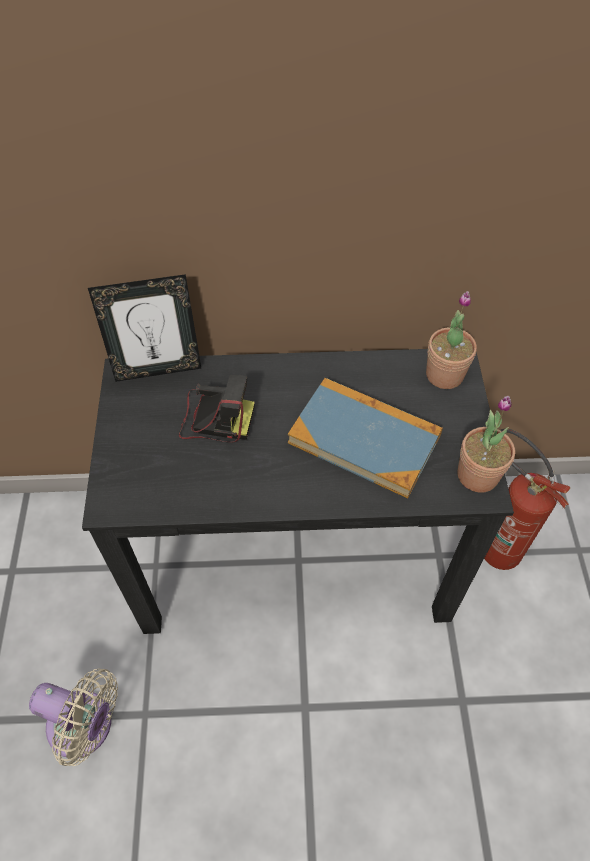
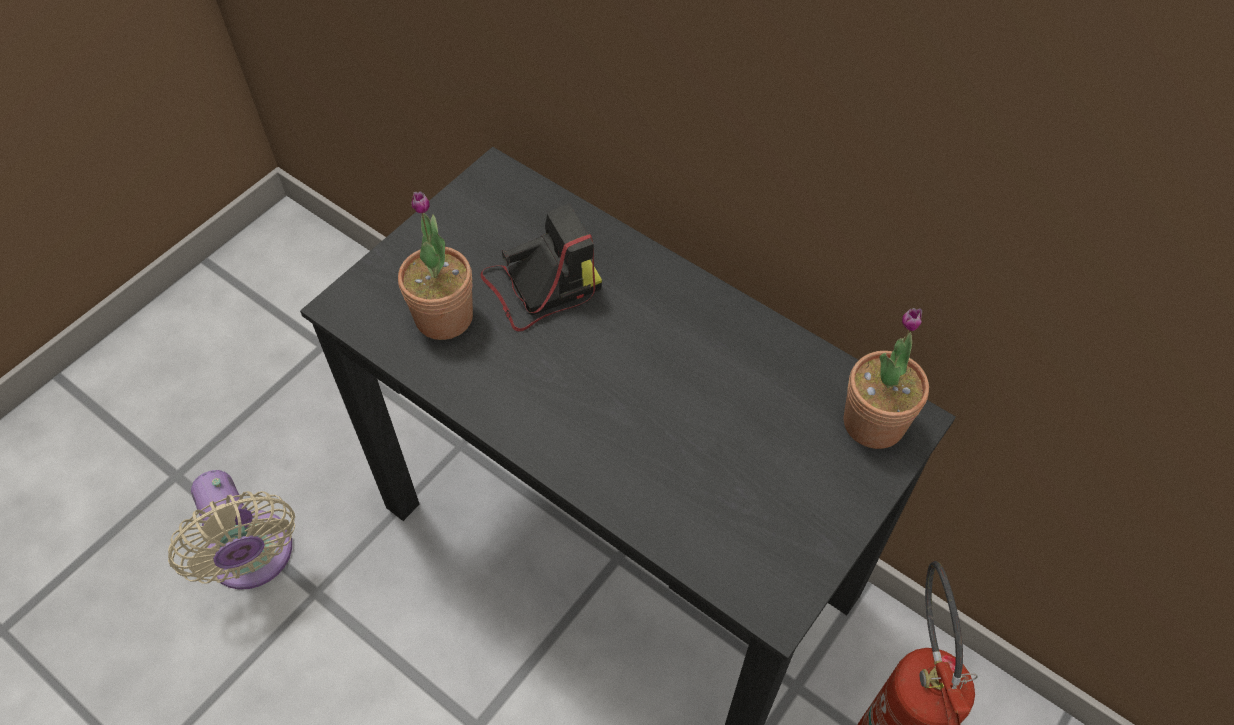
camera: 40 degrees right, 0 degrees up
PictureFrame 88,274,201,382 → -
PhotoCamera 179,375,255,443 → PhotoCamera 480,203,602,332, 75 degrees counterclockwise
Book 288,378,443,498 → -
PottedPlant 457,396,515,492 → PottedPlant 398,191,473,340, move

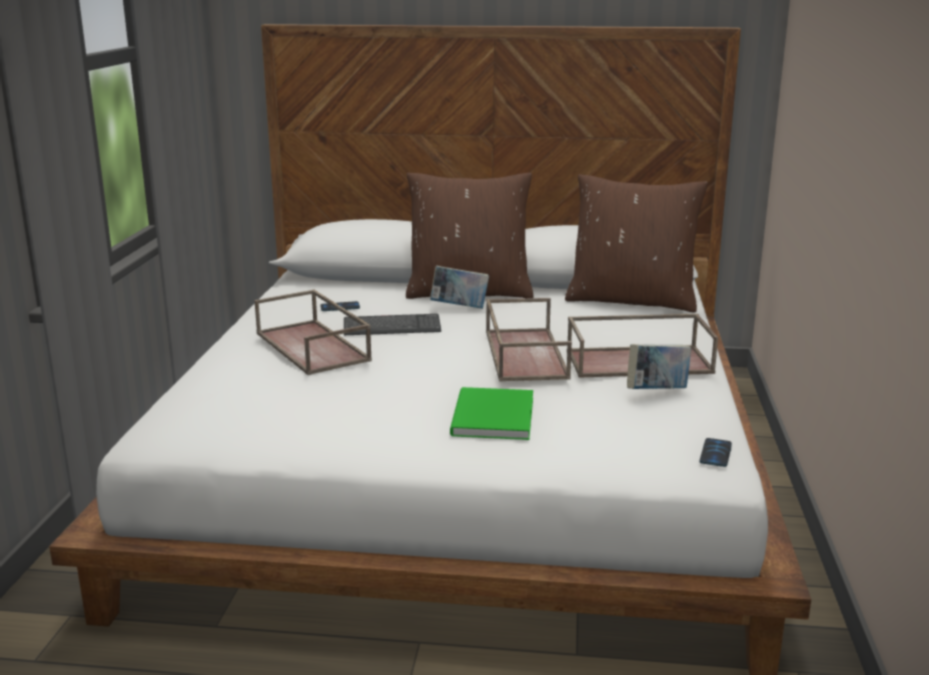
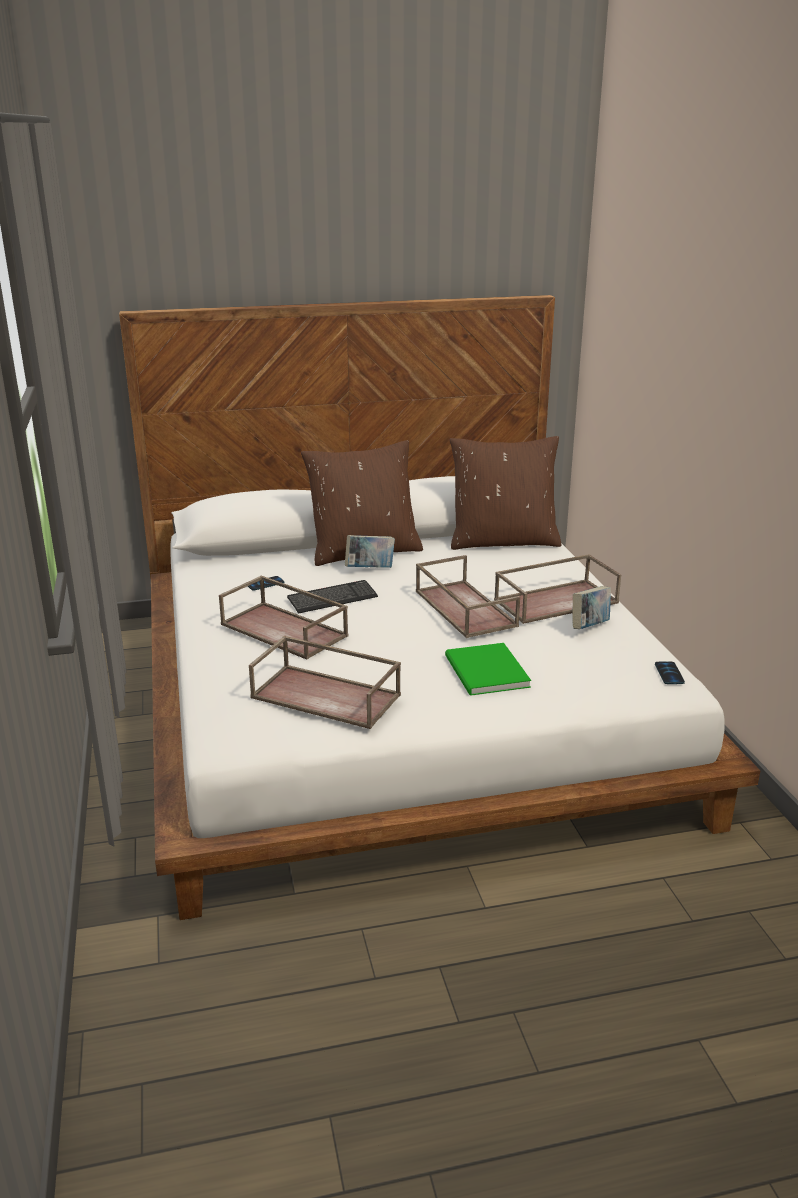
camera: 20 degrees left, 5 degrees up
- → BrownTray 249,636,401,729

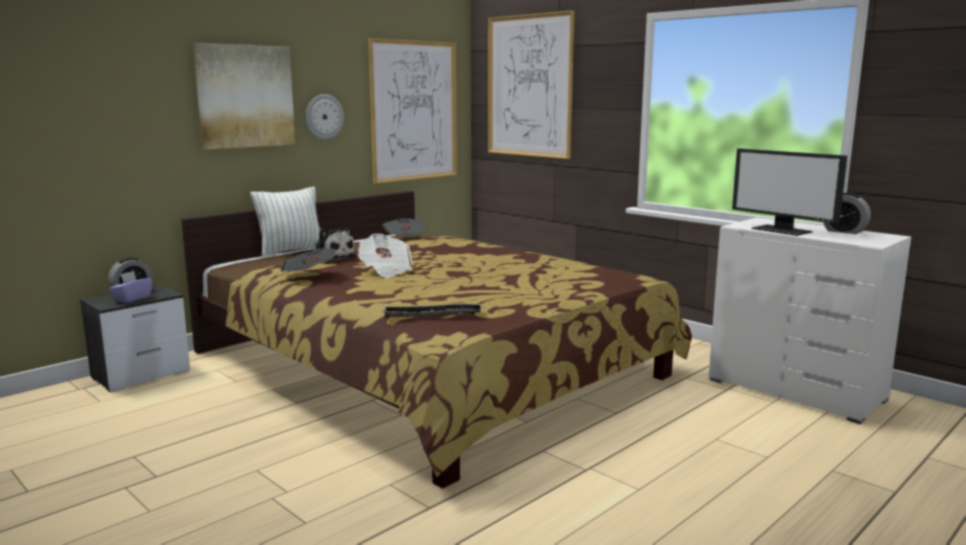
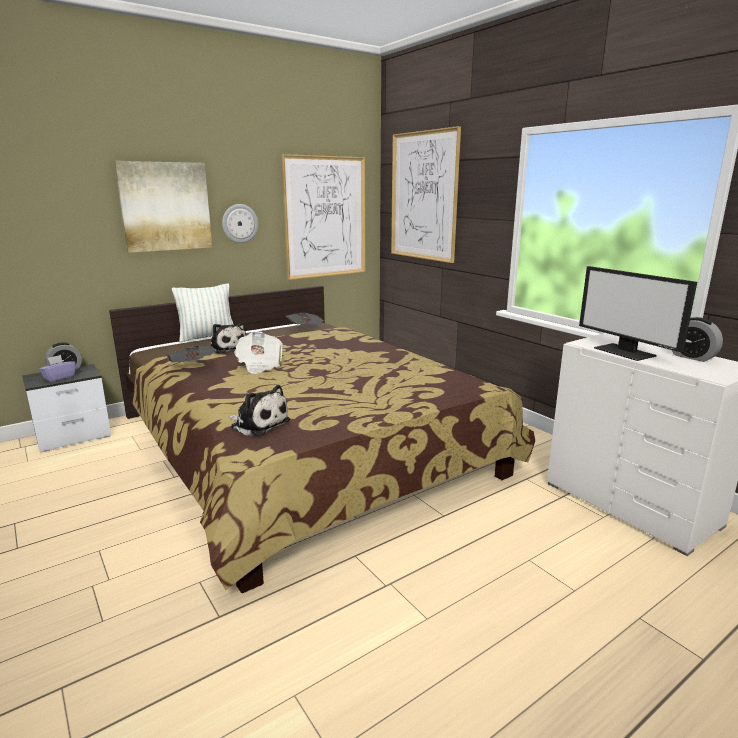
camera: 10 degrees right, 5 degrees up
Tray 382,303,482,318 → PlushToy 228,385,290,436

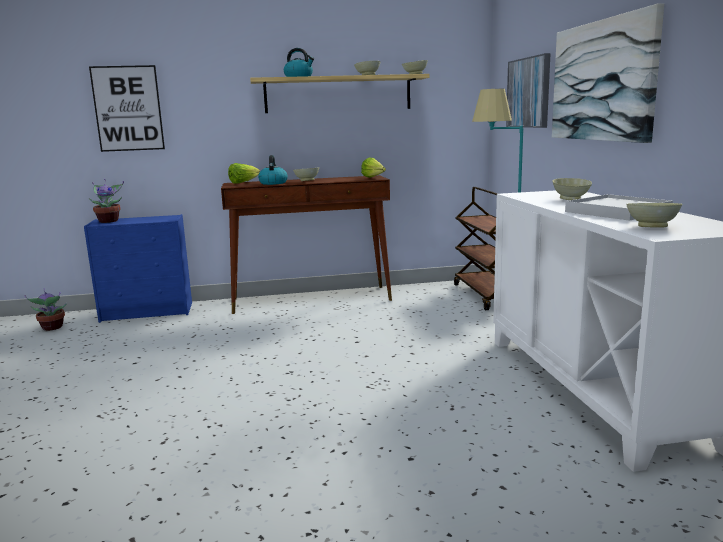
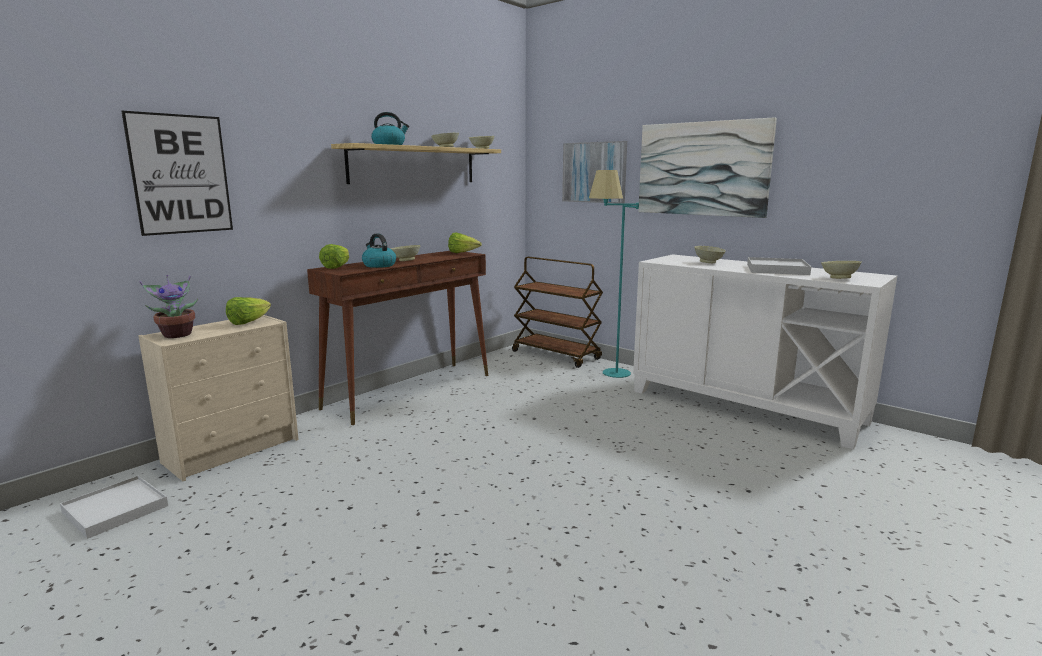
camera: 40 degrees left, 0 degrees up
BlueDresser 84,214,192,323 → BeigeDresser 138,315,299,481
PottedPlant 24,288,67,331 → WhiteTray 60,476,168,539
- → Lettuce 226,297,271,325

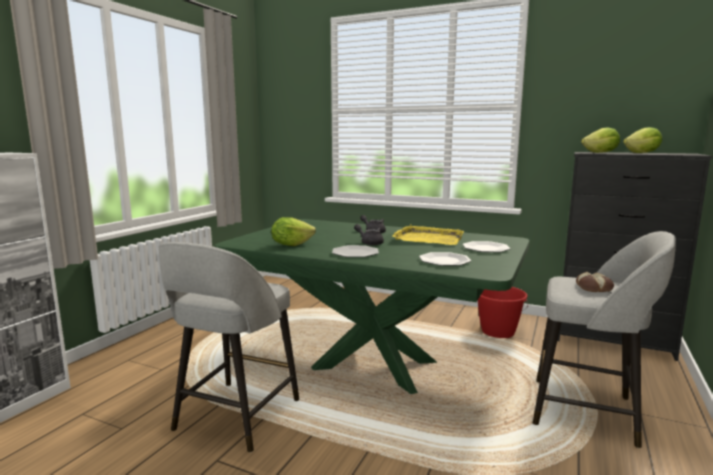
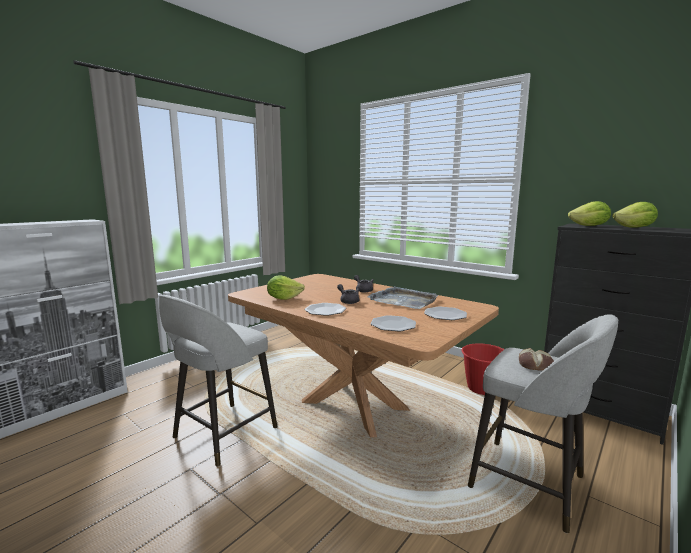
camera: 15 degrees right, 0 degrees up
GreenDiningTable 215,219,529,394 → BrownDiningTable 228,274,499,437
YellowTray 393,225,464,245 → GreyTray 368,286,438,309

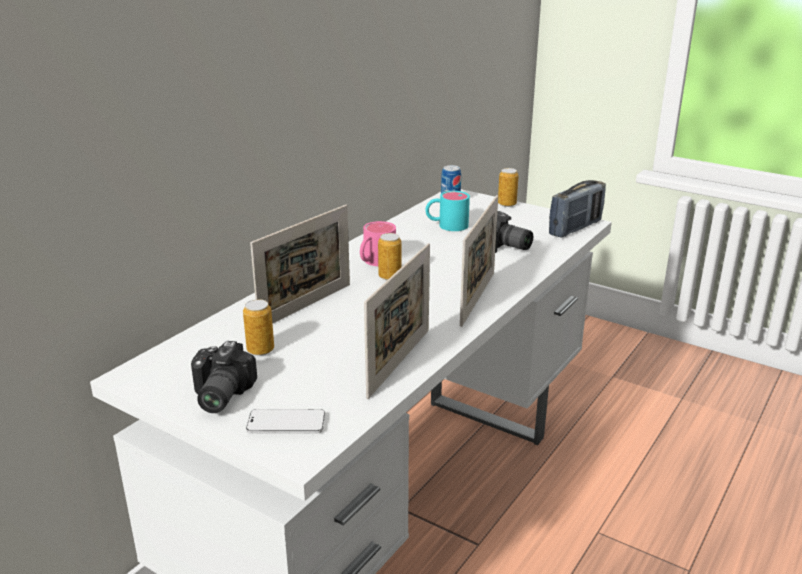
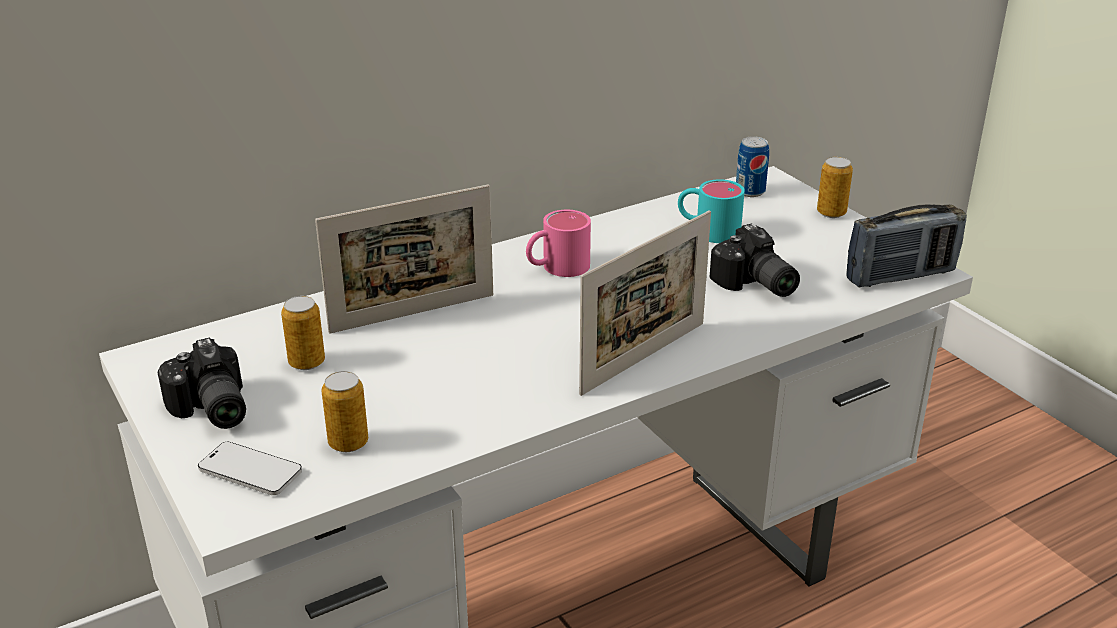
camera: 25 degrees right, 5 degrees up
Can 378,233,402,280 → Can 321,371,368,452, move
PictureFrame 364,243,430,399 → -
PhotoCamera 191,341,257,413 → PhotoCamera 158,338,246,429, 60 degrees counterclockwise

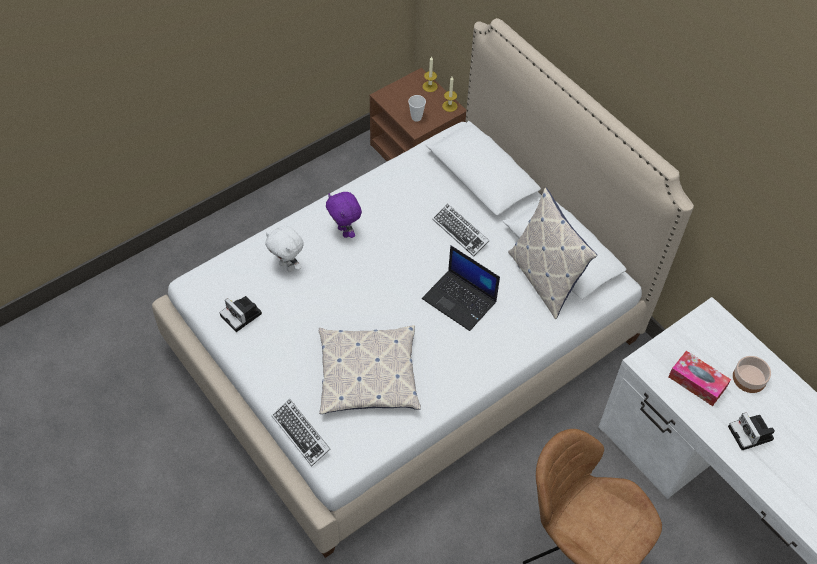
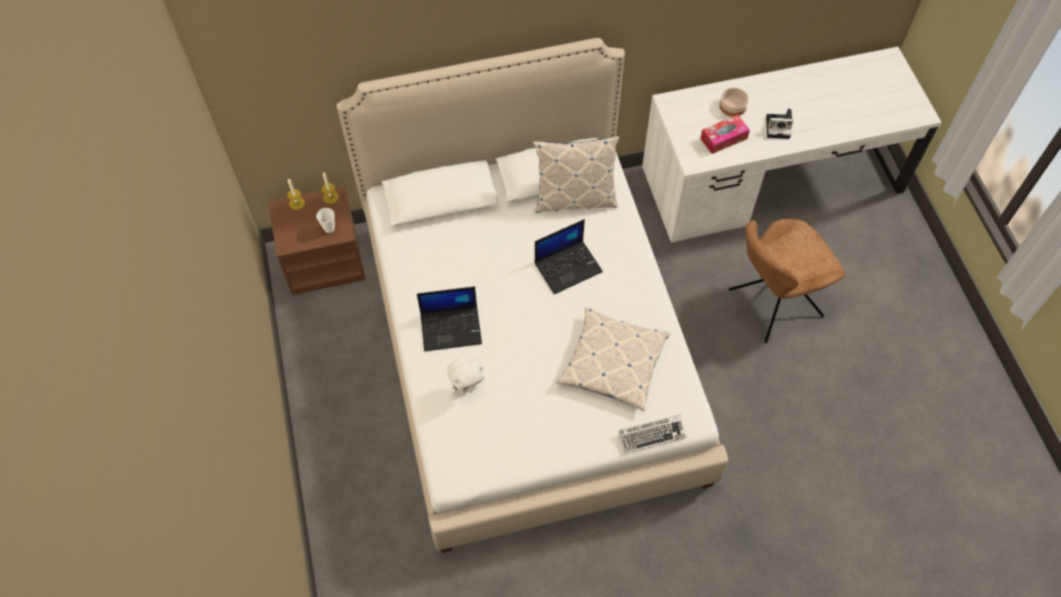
camera: 65 degrees left, 5 degrees up
PurplePlushToy 326,192,362,238 → Laptop 417,286,482,351
Keyboard 432,203,489,257 → -
PhotoCamera 219,296,262,332 → -

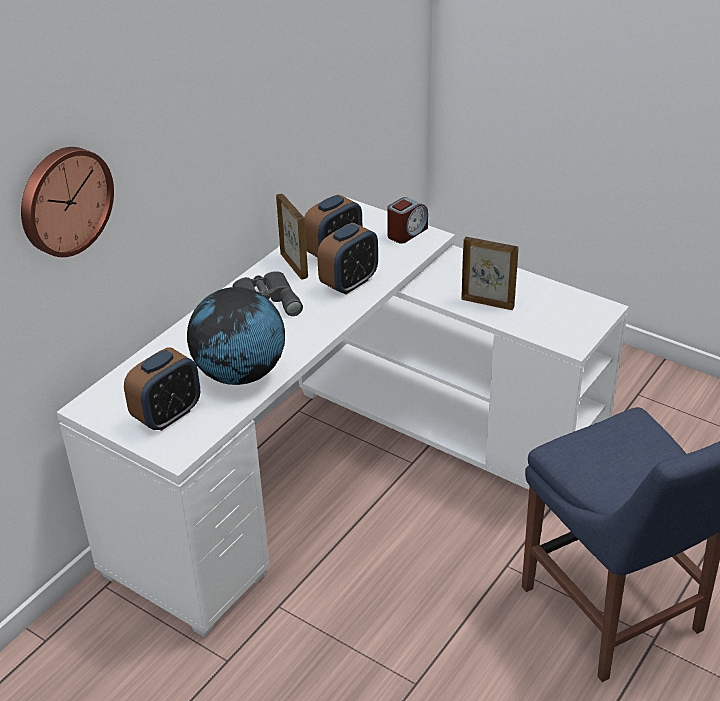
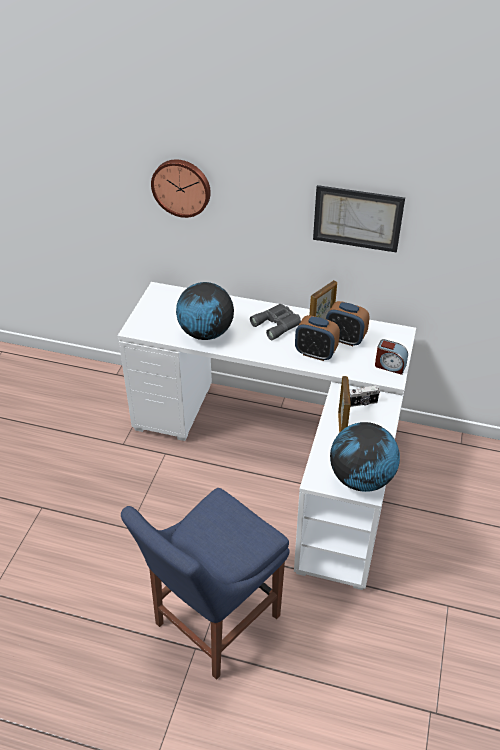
camera: 70 degrees right, 5 degrees up
AlarmClock 124,347,200,431 → -
- → Picture 313,185,405,253
- → PhotoCamera 349,385,380,407
- → Globe 330,422,400,492

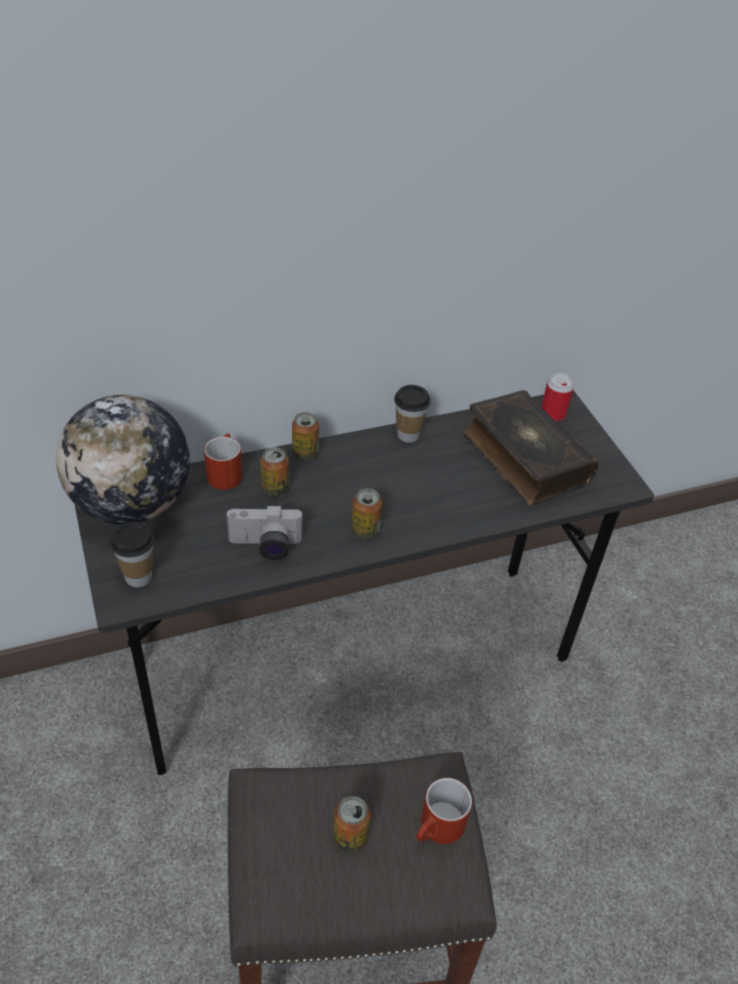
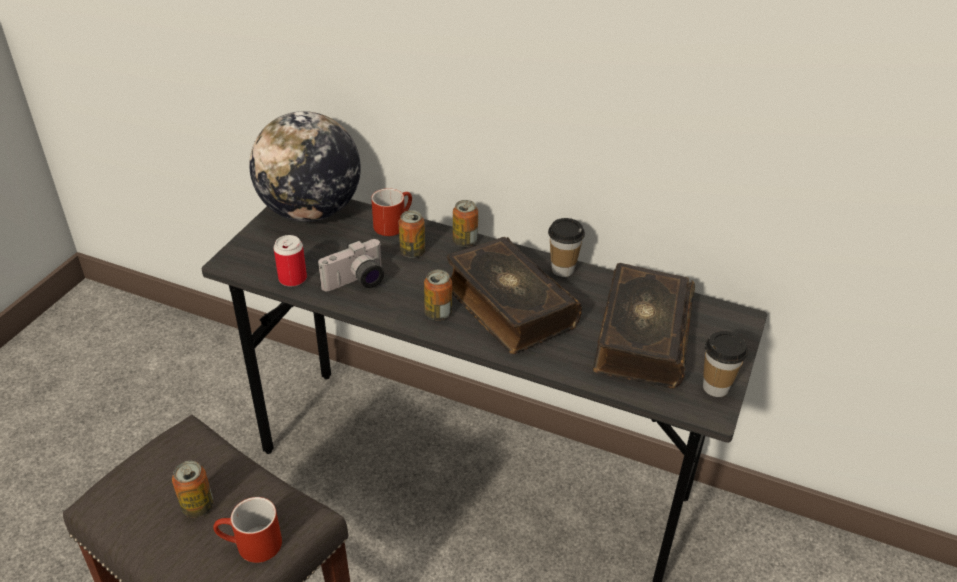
camera: 45 degrees right, 5 degrees down
Can 541,373,574,421 → Can 274,235,307,287, move
PhotoCamera 225,504,304,560 → PhotoCamera 318,239,384,291, 75 degrees counterclockwise
Cup 110,522,154,587 → Cup 703,331,748,397, move
- → Book 447,237,582,354

